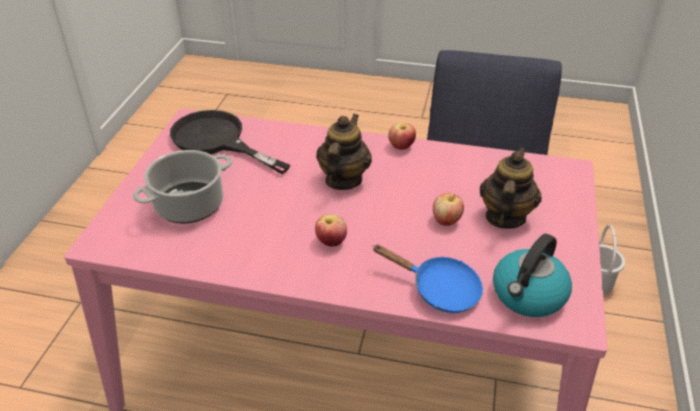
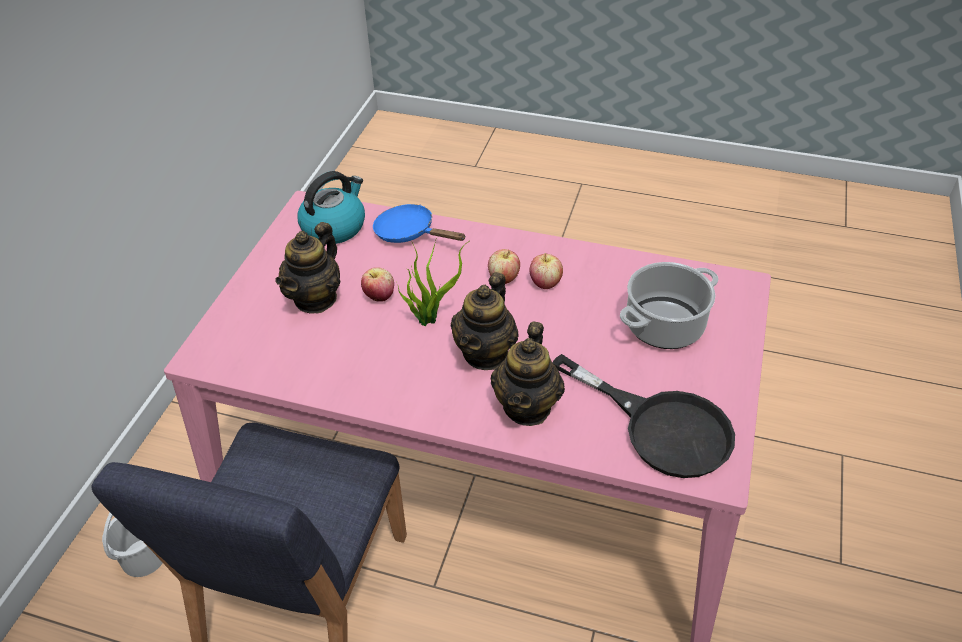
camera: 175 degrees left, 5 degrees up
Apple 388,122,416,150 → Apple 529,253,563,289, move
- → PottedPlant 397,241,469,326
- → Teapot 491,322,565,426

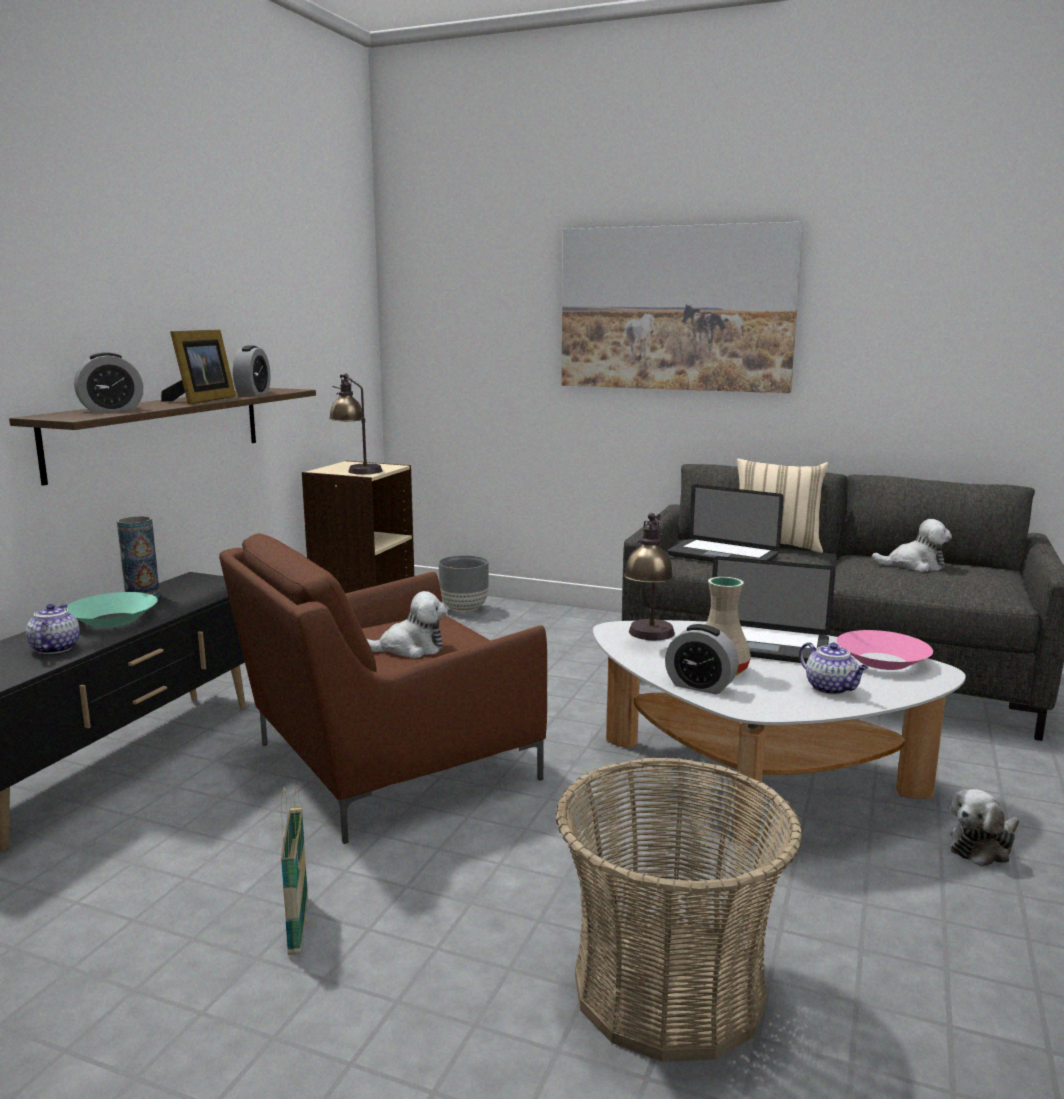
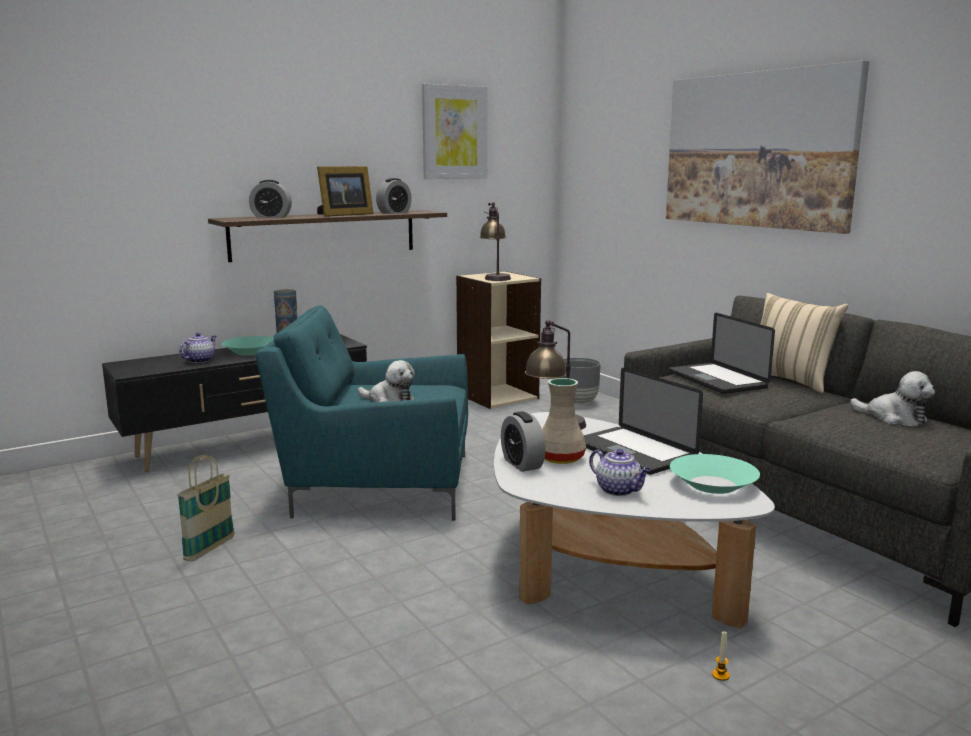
camera: 35 degrees right, 0 degrees up
BrownArmchair 219,533,547,844 → TurquoiseArmchair 256,305,468,520
PinkBowl 837,630,933,670 → TurquoiseBowl 670,454,760,494
Teapot 799,642,868,695 → Teapot 589,449,651,496, 45 degrees counterclockwise
Basket 555,757,803,1062 → -
PlushToy 949,789,1019,866 → Candle 712,631,730,681
- → Picture 422,84,488,179

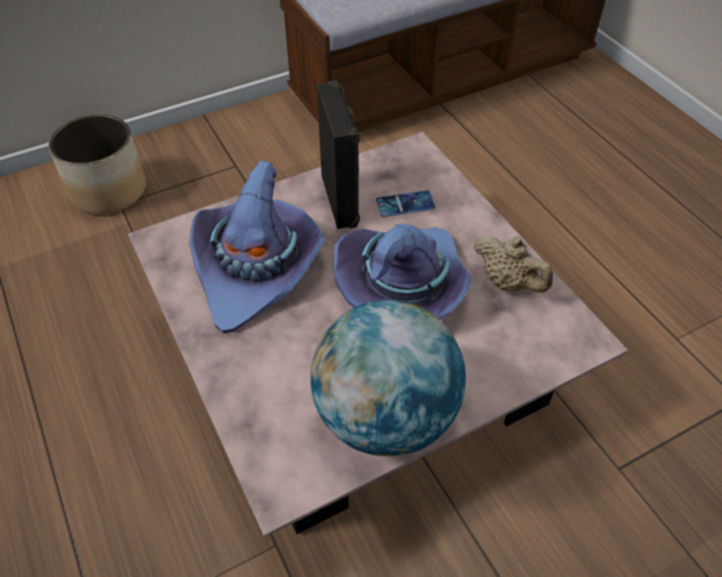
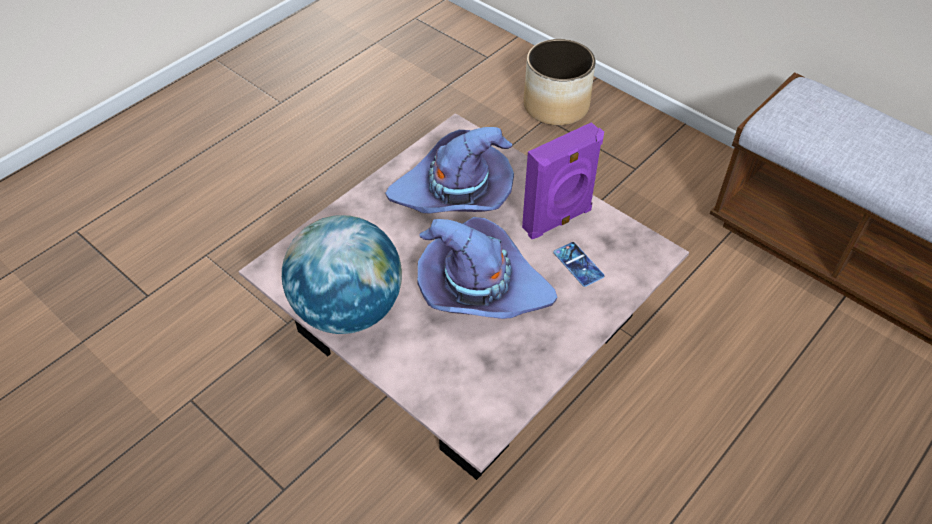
camera: 70 degrees right, 0 degrees up
BlackSpeaker 317,80,360,229 → PurpleSpeaker 522,122,604,239
BeigeTeapot 474,235,553,292 → -

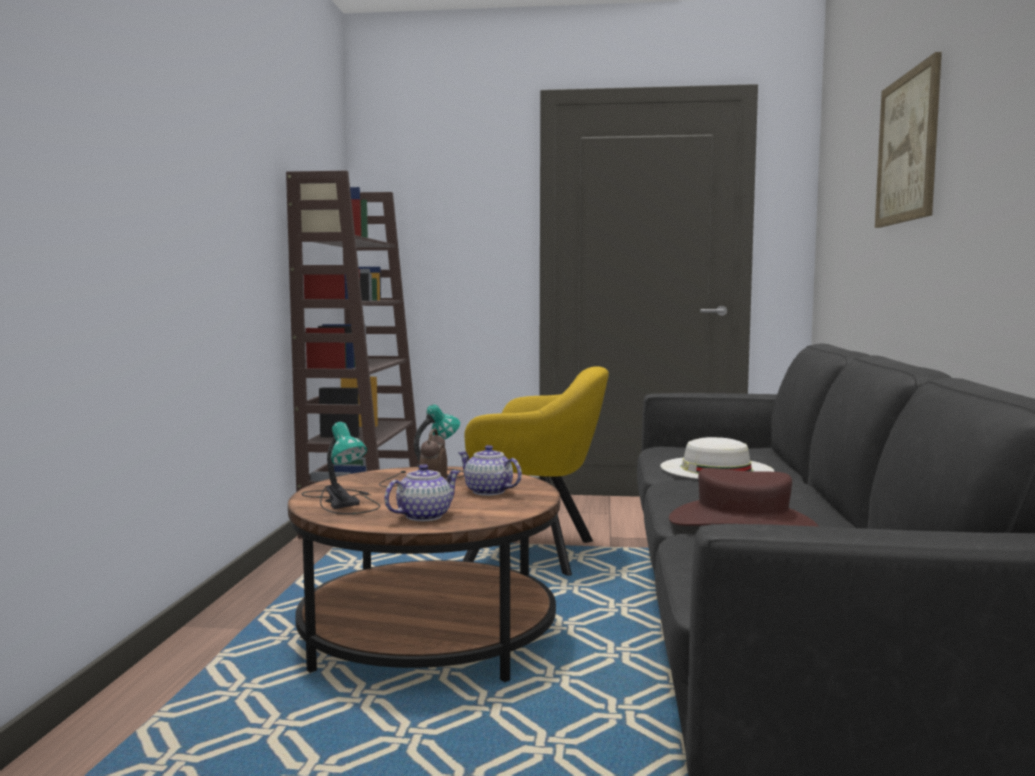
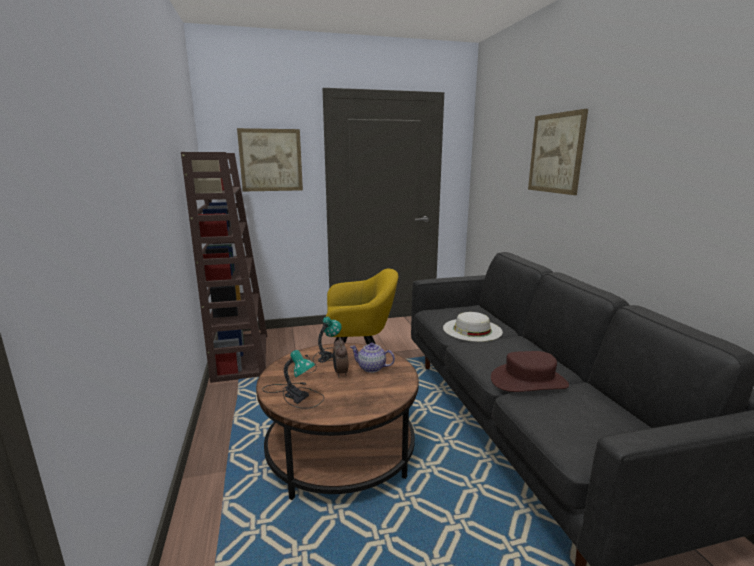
camera: 20 degrees left, 10 degrees up
Teapot 384,464,460,521 → -
- → Picture 237,128,303,192

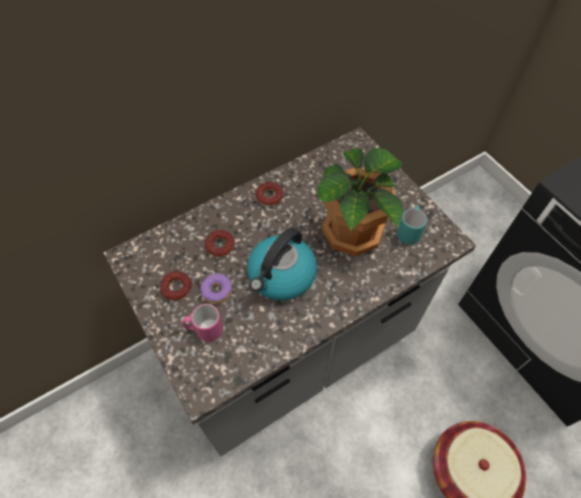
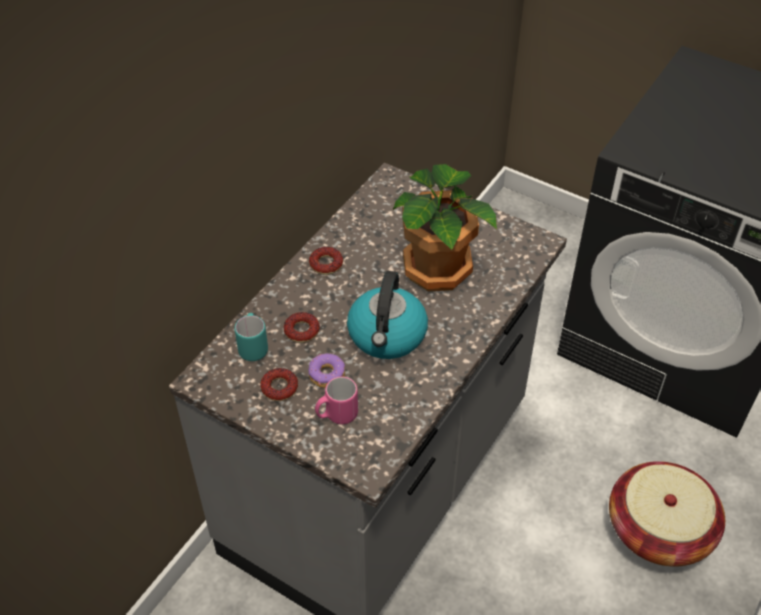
camera: 25 degrees left, 10 degrees down
TurquoiseMug 397,206,427,245 → TurquoiseMug 234,313,268,361, move

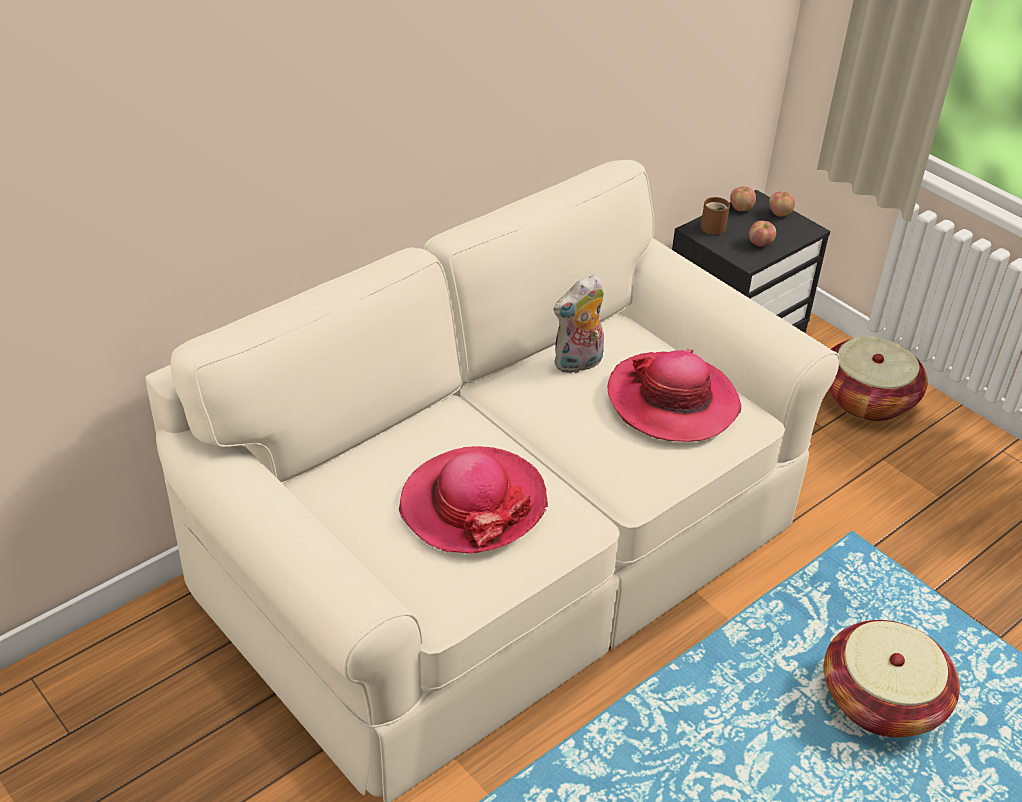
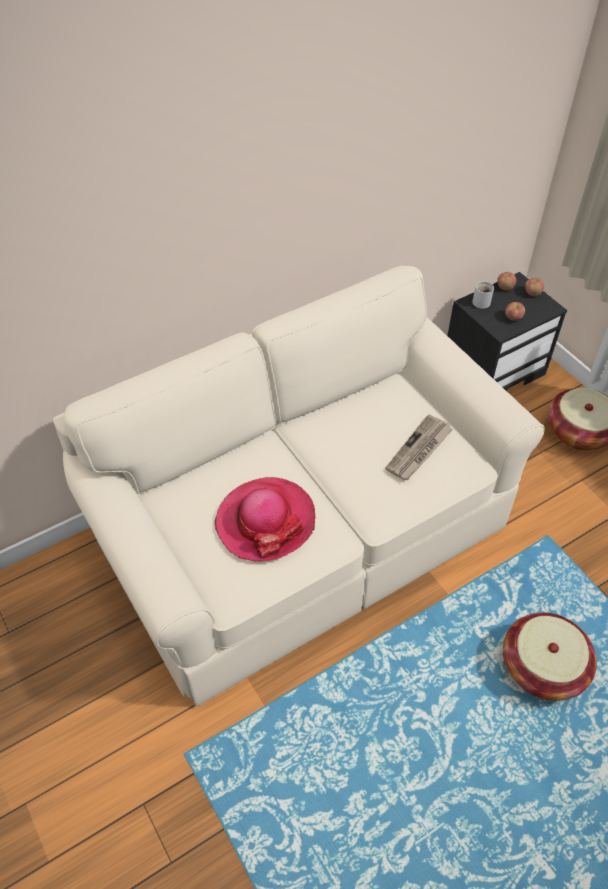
camera: 10 degrees right, 10 degrees up
BrownMug 701,197,730,235 → WhiteMug 472,281,494,309
PlushToy 553,275,604,373 → -
Hat 608,349,742,442 → Newspaper 385,414,453,480

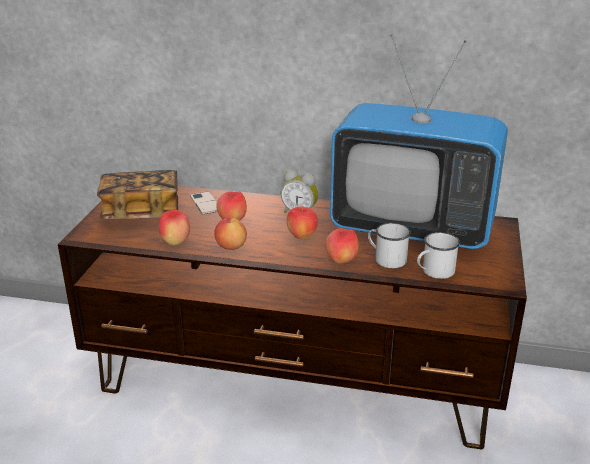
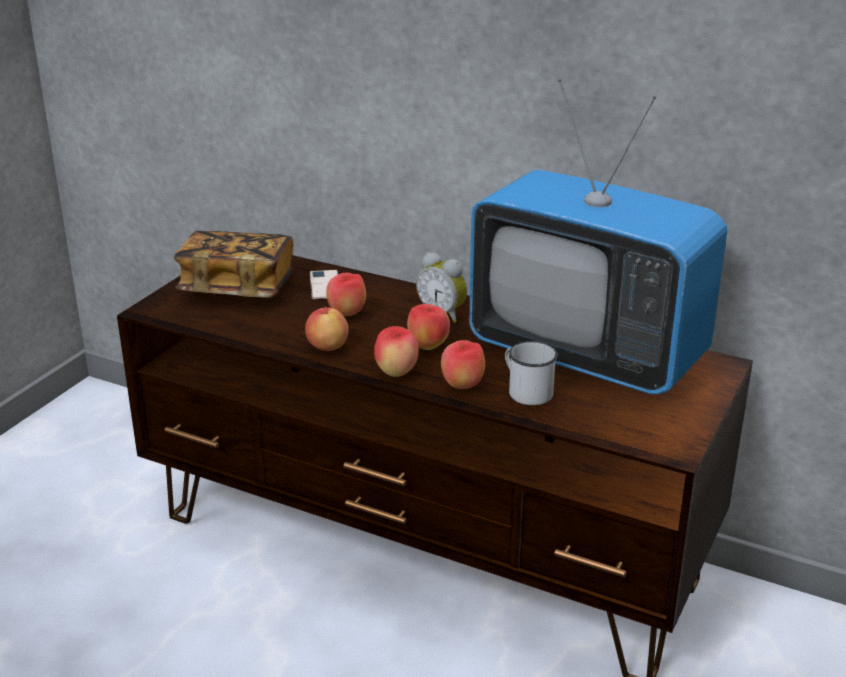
camera: 15 degrees right, 0 degrees up
Apple 159,210,190,245 → Apple 374,326,419,377, move
WhiteMug 417,232,460,279 → -

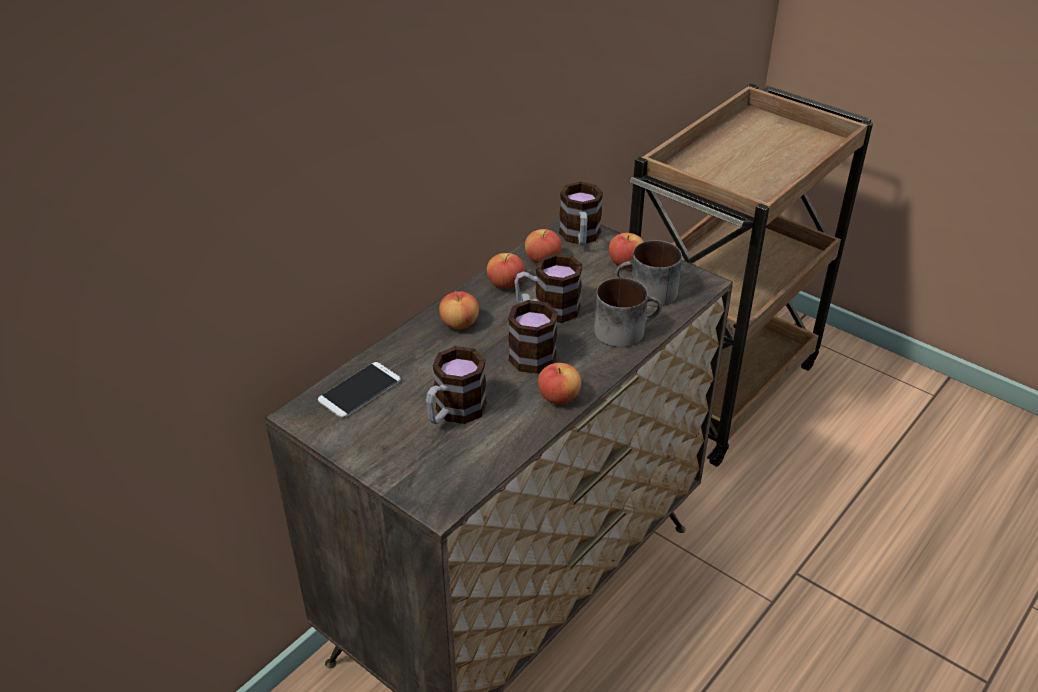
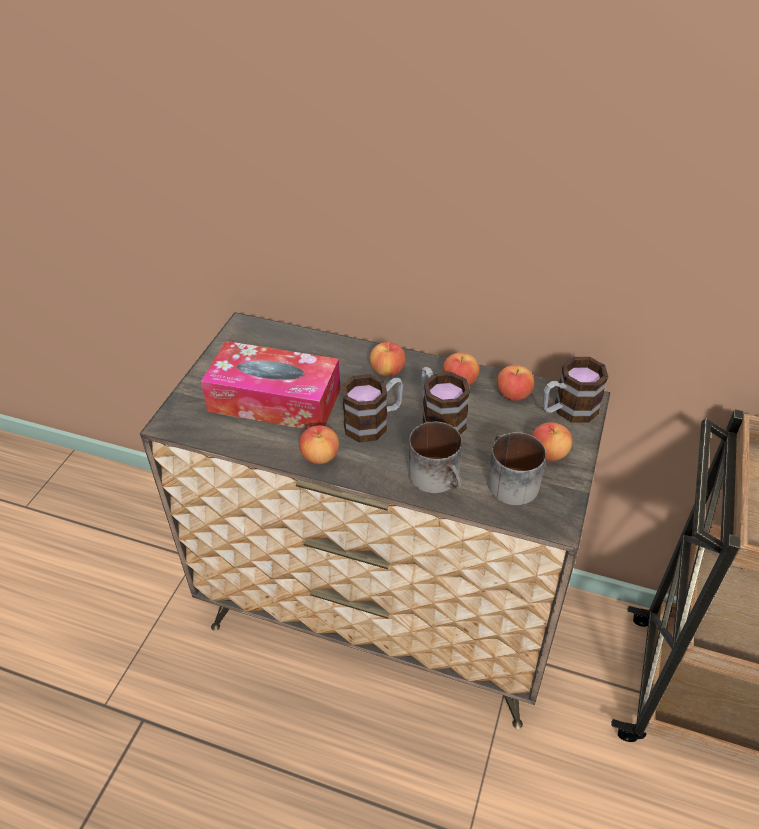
camera: 70 degrees right, 5 degrees up
Mug 426,346,487,424 → TissueBox 201,341,341,429
Phone 318,362,401,418 → -

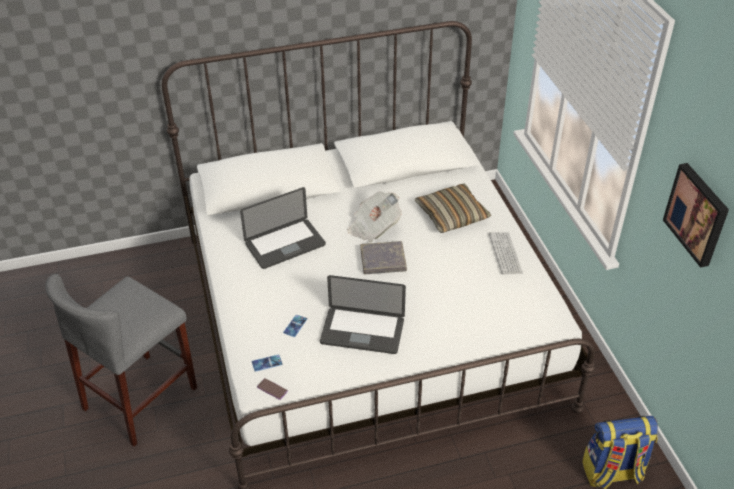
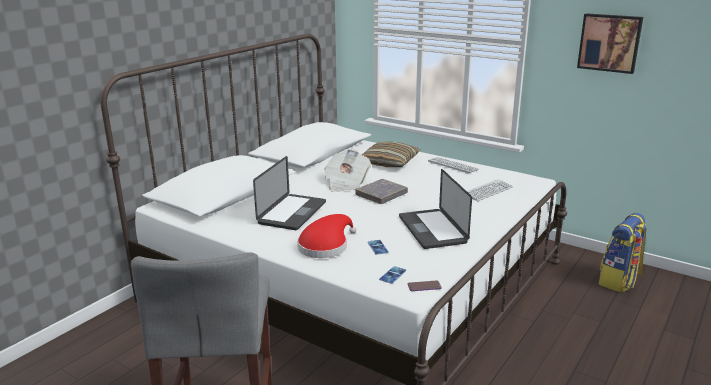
camera: 40 degrees left, 20 degrees down
Laptop 320,275,406,354 → Laptop 399,169,472,249, 105 degrees clockwise
- → Keyboard 467,179,513,201
- → RedHat 297,214,356,258

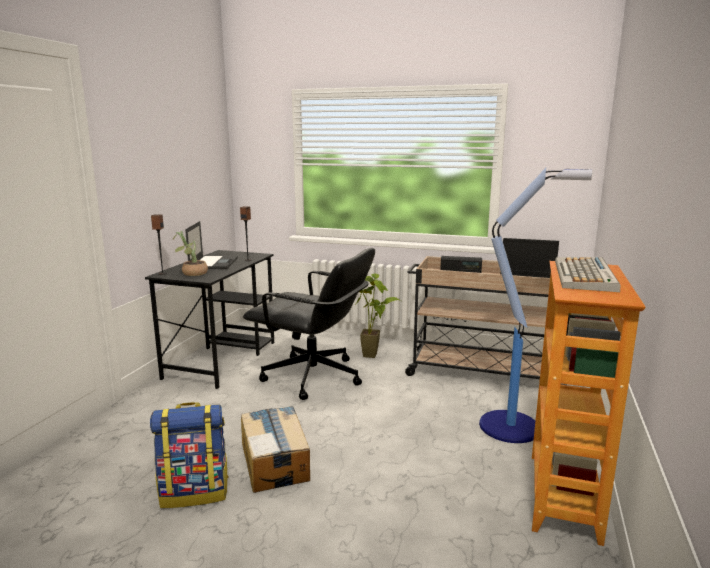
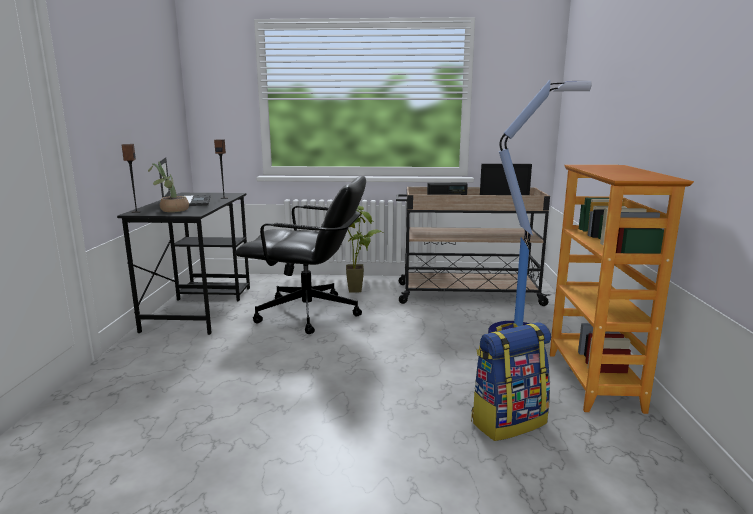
camera: 15 degrees left, 0 degrees up
Keyboard 555,257,621,292 → -
Backpack 150,402,229,508 → Backpack 471,322,551,441, move
CardboardBox 241,406,310,493 → -

